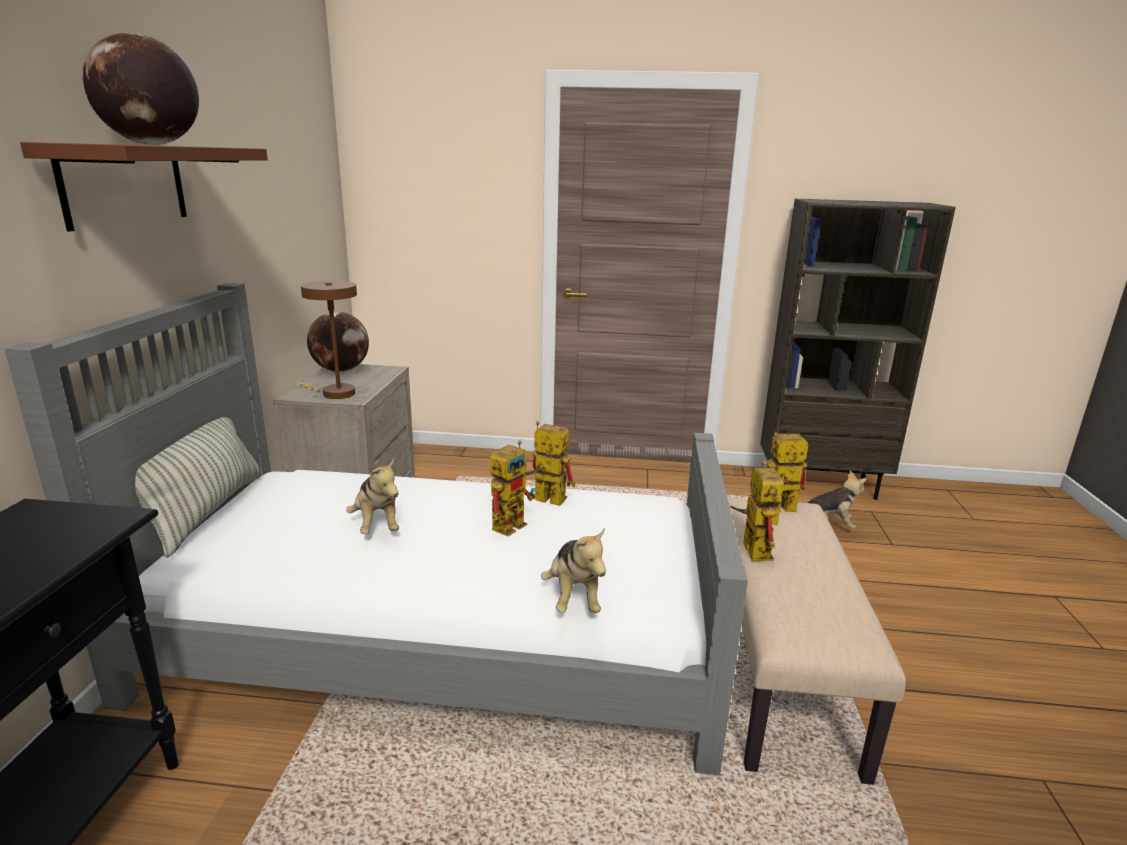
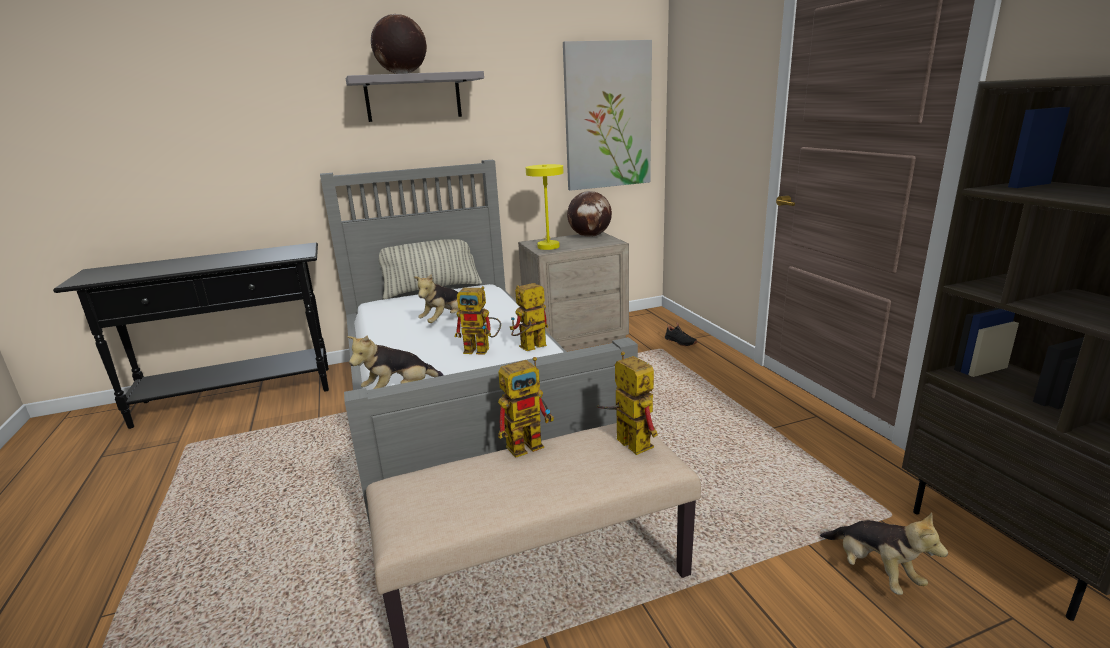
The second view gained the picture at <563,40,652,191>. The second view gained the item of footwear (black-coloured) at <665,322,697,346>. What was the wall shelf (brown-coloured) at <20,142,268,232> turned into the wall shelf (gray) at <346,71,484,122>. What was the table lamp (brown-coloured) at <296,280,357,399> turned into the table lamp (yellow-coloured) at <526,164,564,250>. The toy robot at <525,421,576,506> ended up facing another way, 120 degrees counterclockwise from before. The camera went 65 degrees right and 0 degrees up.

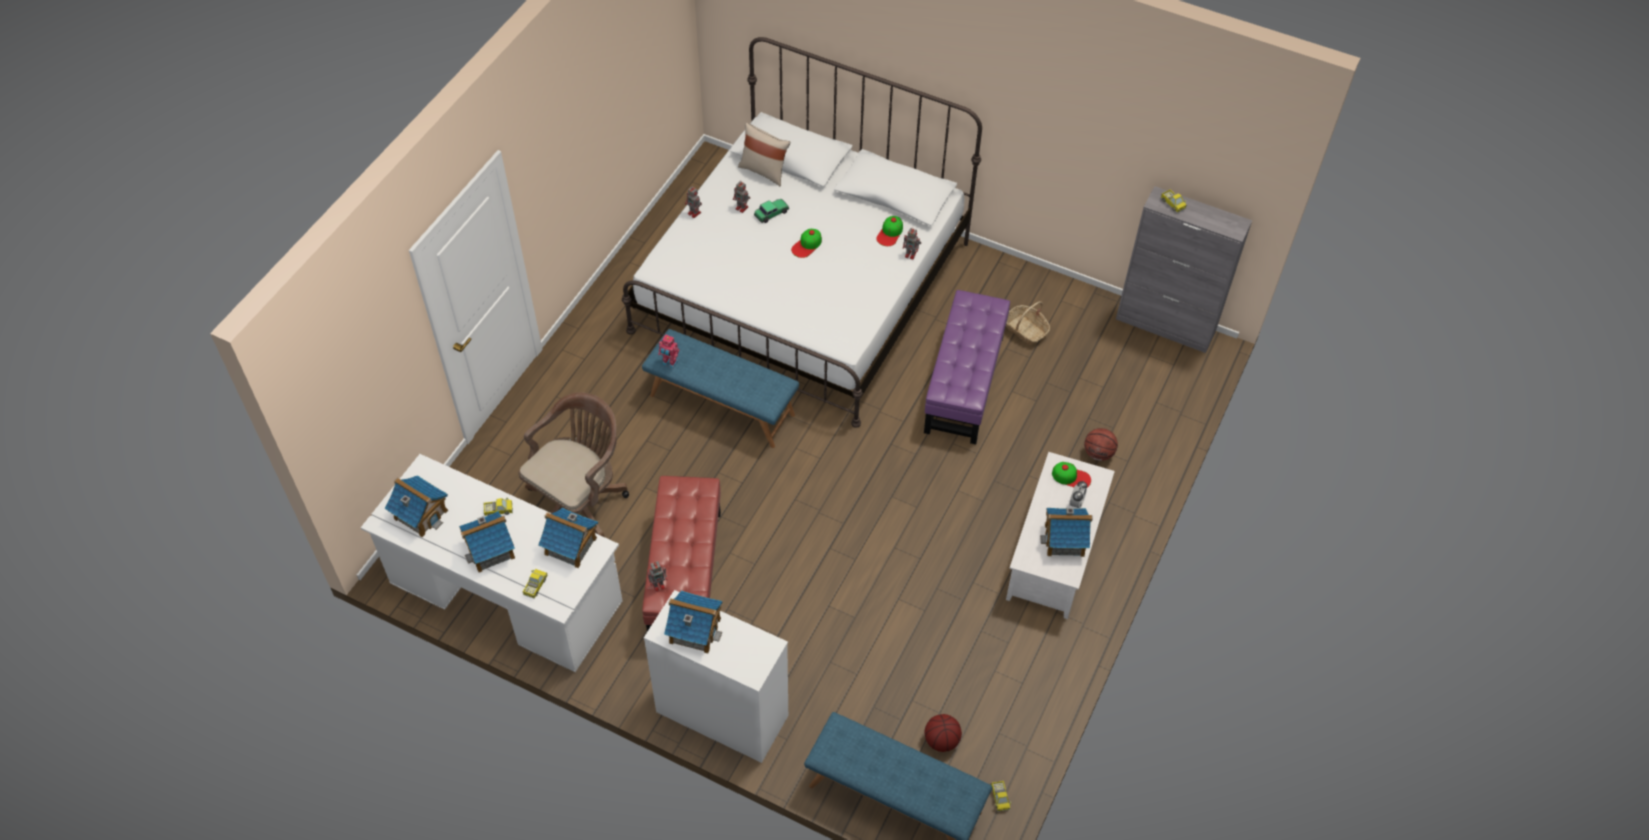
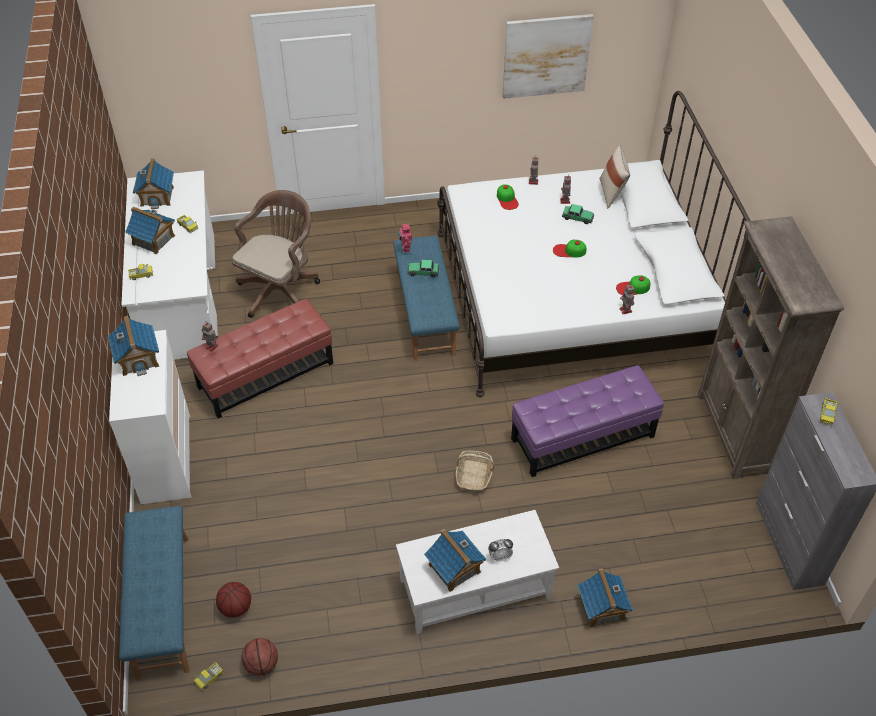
The second view gained the toy car at <408,260,439,277>. The second view gained the picture at <502,14,593,99>. The second view gained the bookshelf (brown-coloured) at <698,216,844,479>. The model house ended up elsewhere, having gone from <538,508,598,568> to <577,568,633,628>. The storage basket ended up elsewhere, having gone from <1006,301,1050,345> to <455,451,495,492>. The baseball cap ended up elsewhere, having gone from <1052,462,1091,488> to <497,184,519,210>. The ball for basketball ended up elsewhere, having gone from <1084,428,1118,461> to <242,638,278,676>. The desk chair (brown-coloured) at <518,392,629,537> ended up facing another way, 60 degrees counterclockwise from before. The camera went 55 degrees right and 5 degrees down.

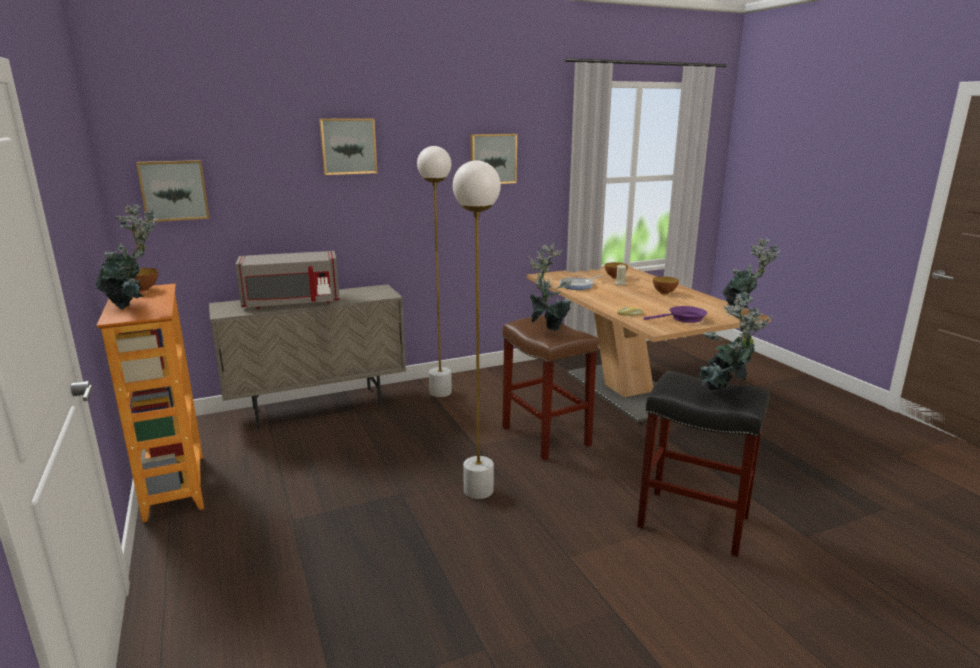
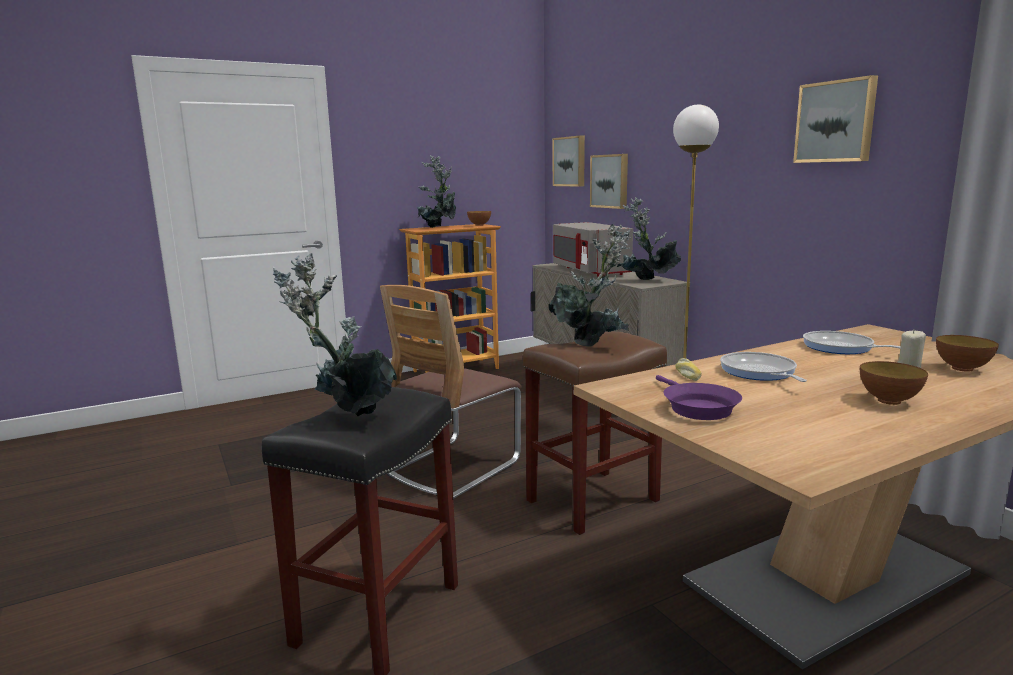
The second view gained the frying pan at <720,352,807,382>. The picture ended up elsewhere, having gone from <319,118,378,175> to <590,154,628,209>. The plant in a pot ended up elsewhere, having gone from <722,237,781,307> to <617,197,681,280>. Where the standard lamp (whitish) stood at <453,160,501,499>, the plain chair came to stand at <380,285,522,500>. The camera went 85 degrees right and 5 degrees down.

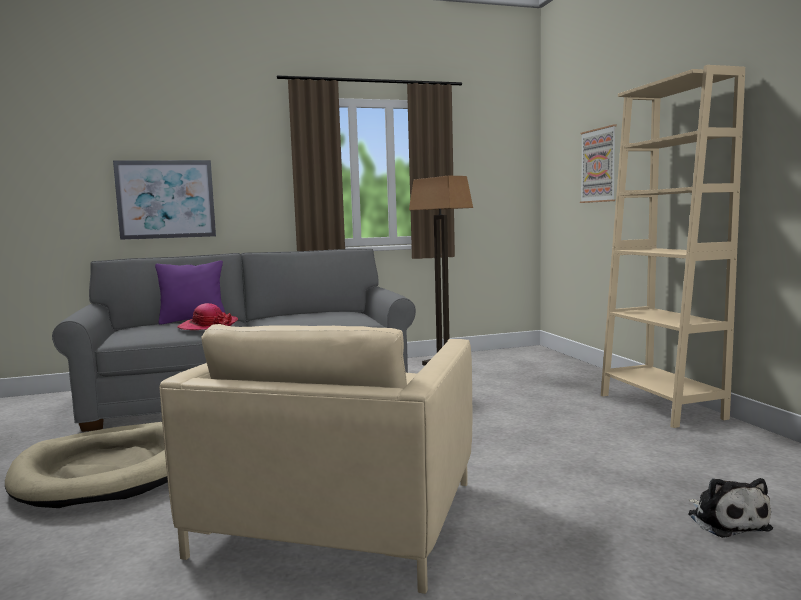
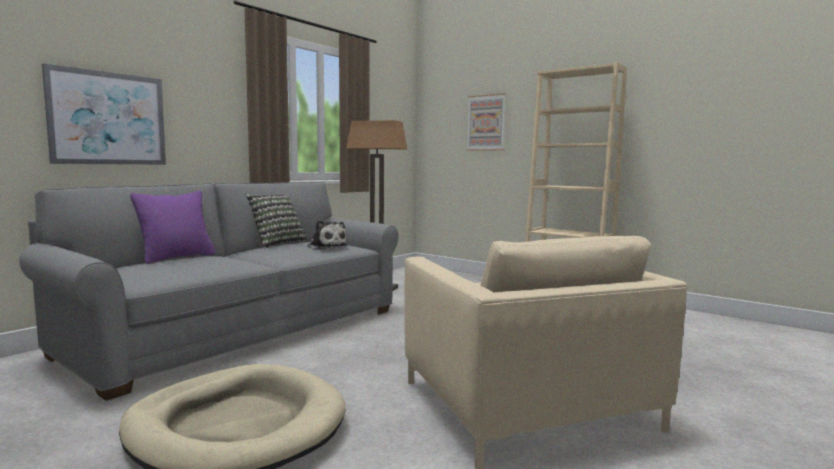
The second view lost the hat at <177,303,238,330>. The second view gained the throw pillow at <245,194,308,248>. The plush toy ended up elsewhere, having gone from <688,478,773,538> to <307,220,347,249>. The camera went 35 degrees left and 0 degrees up.

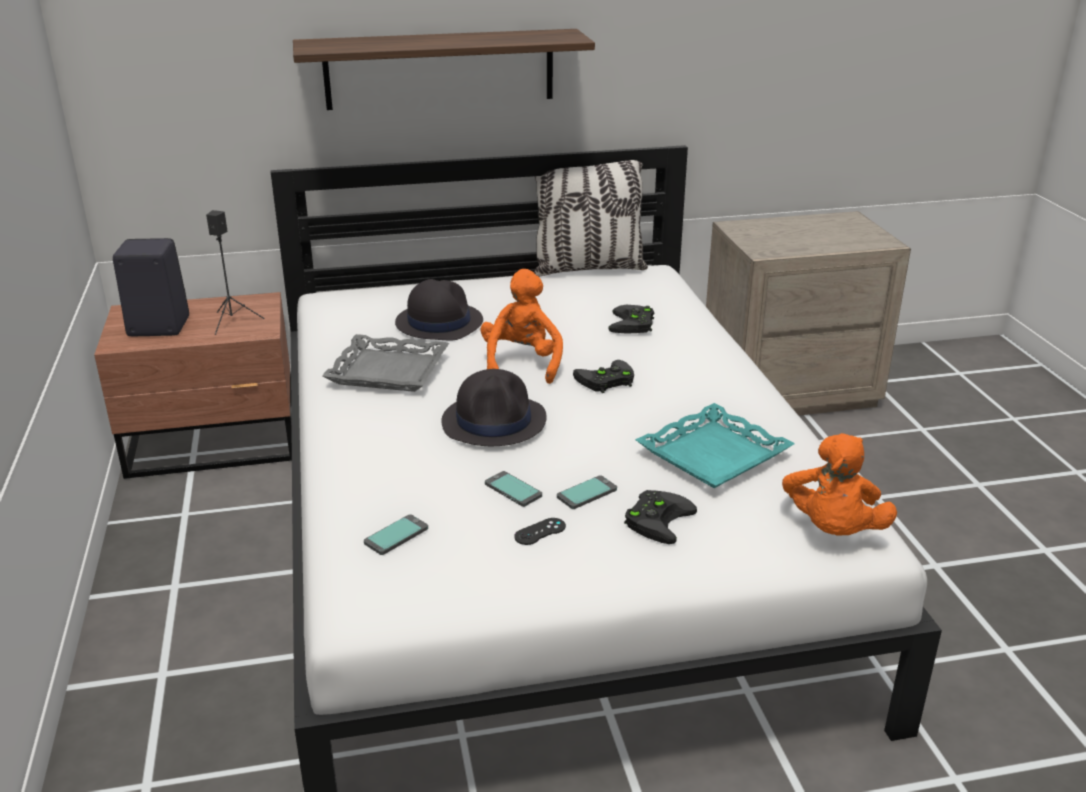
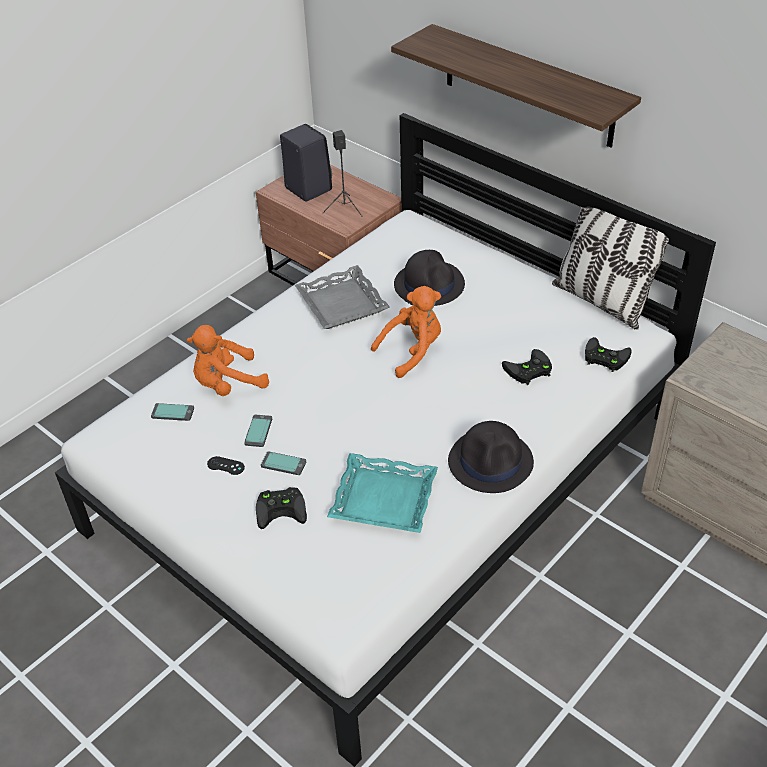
The hat (black-coloured) ended up elsewhere, having gone from <442,369,547,446> to <448,421,534,493>. The gamepad (black-coloured) ended up elsewhere, having gone from <573,360,634,393> to <585,337,632,372>. The plush toy (orange) ended up elsewhere, having gone from <782,433,897,536> to <187,325,269,396>. The camera went 55 degrees right and 15 degrees up.

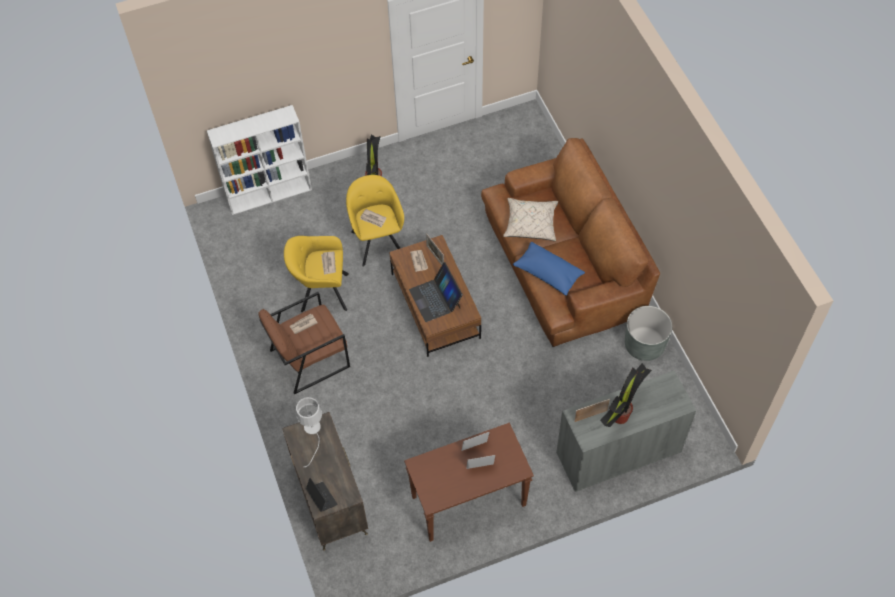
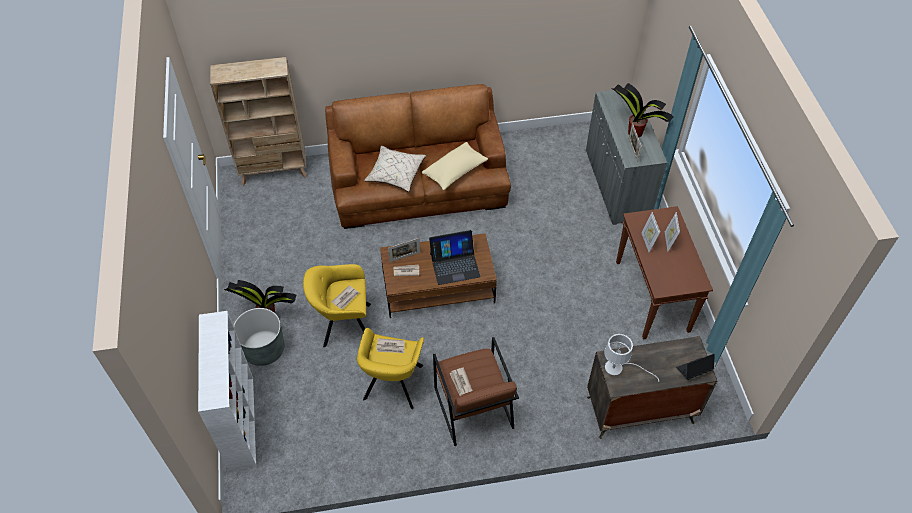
The second view gained the bookshelf (beige-coloured) at <210,57,307,185>. The planter (gray) ended up elsewhere, having gone from <625,306,672,361> to <233,308,284,366>. What was the throw pillow (blue-coloured) at <513,241,585,296> turned into the throw pillow (beige-coloured) at <422,142,488,190>. The camera went 80 degrees left and 5 degrees down.

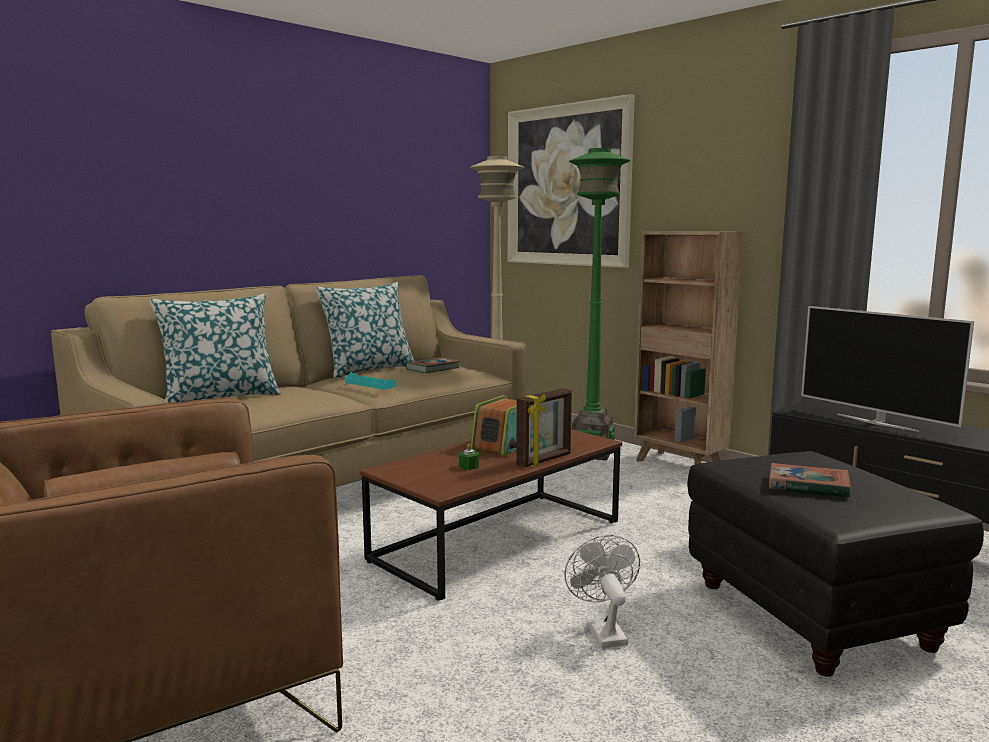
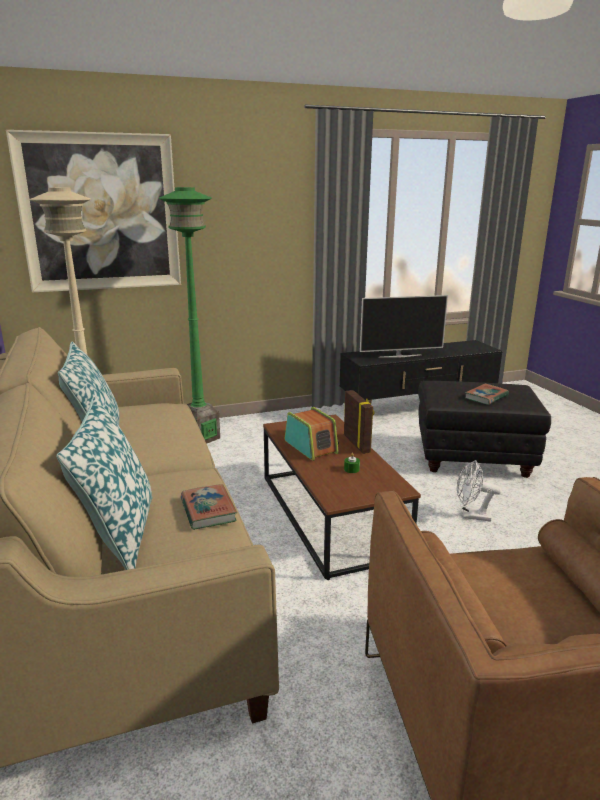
The second view lost the tray (turquoise) at <345,372,396,390>. The second view lost the bookshelf (brown-coloured) at <634,231,743,464>. The volume ended up elsewhere, having gone from <405,357,460,373> to <181,484,237,530>. The camera went 65 degrees left and 10 degrees up.

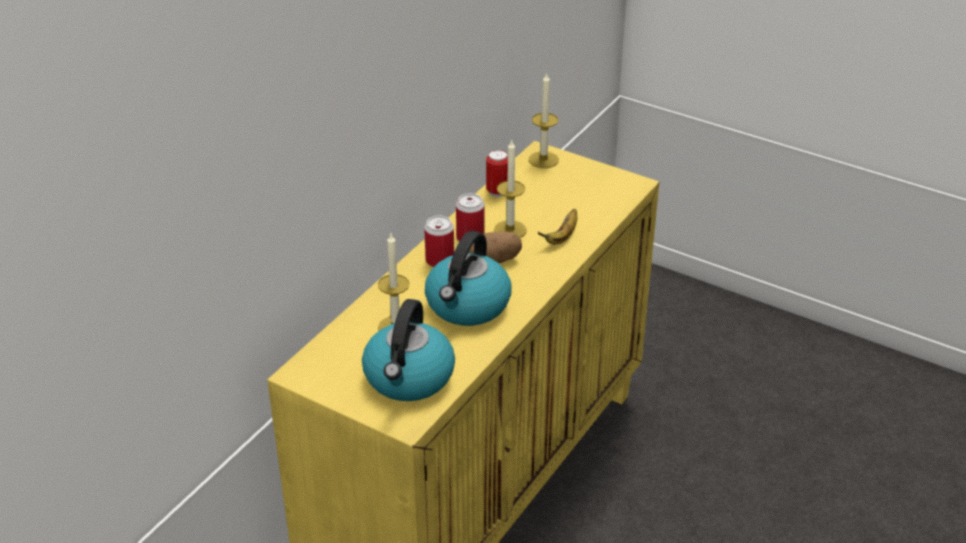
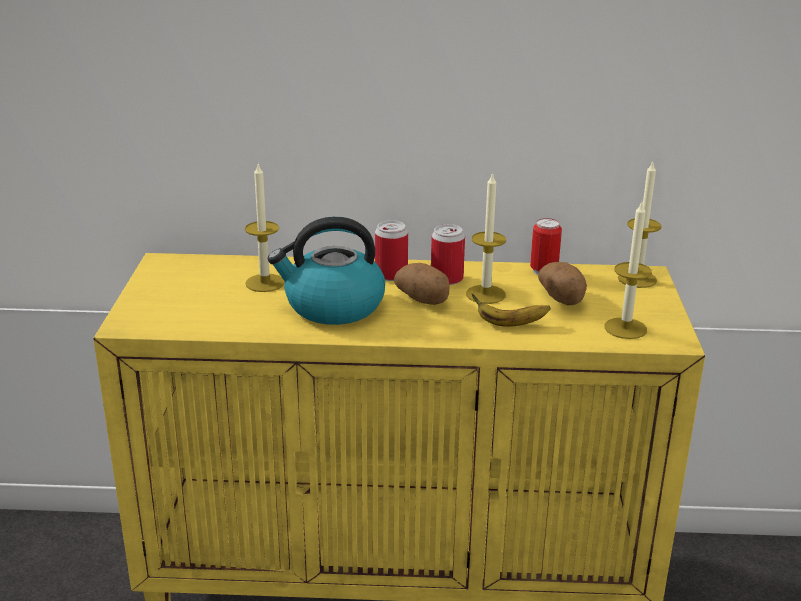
The second view lost the tea kettle at <362,299,455,401>. The second view gained the potato at <538,262,587,305>. The second view gained the candle at <604,202,652,339>. The camera went 60 degrees right and 10 degrees down.

